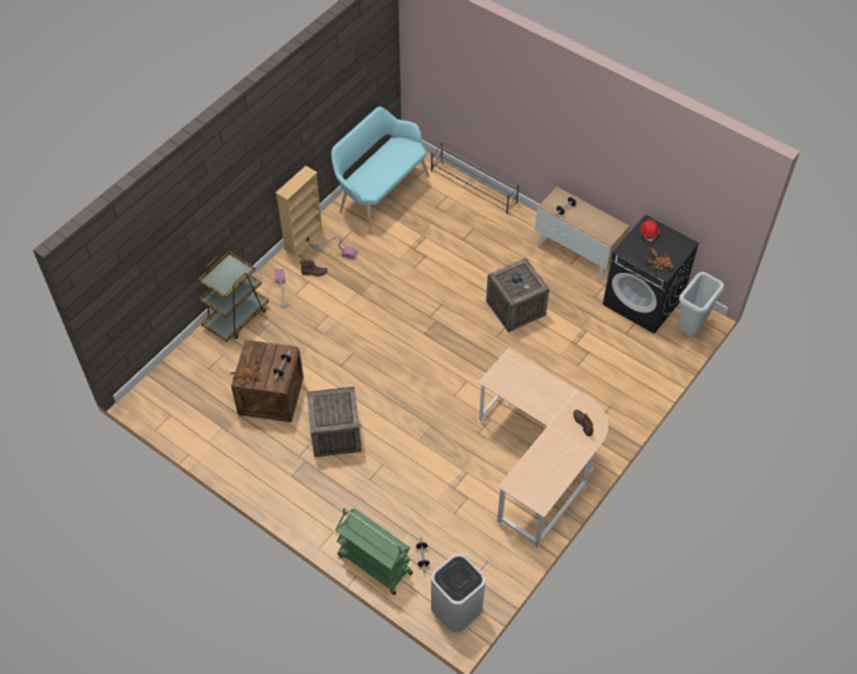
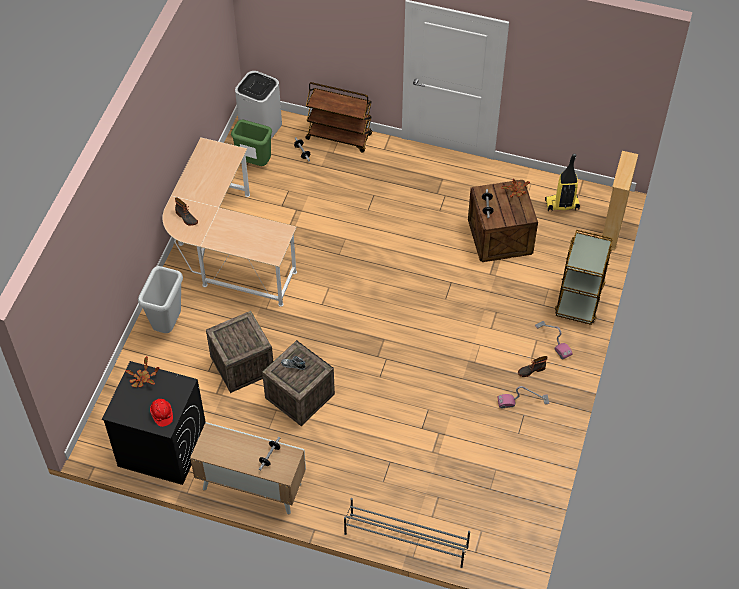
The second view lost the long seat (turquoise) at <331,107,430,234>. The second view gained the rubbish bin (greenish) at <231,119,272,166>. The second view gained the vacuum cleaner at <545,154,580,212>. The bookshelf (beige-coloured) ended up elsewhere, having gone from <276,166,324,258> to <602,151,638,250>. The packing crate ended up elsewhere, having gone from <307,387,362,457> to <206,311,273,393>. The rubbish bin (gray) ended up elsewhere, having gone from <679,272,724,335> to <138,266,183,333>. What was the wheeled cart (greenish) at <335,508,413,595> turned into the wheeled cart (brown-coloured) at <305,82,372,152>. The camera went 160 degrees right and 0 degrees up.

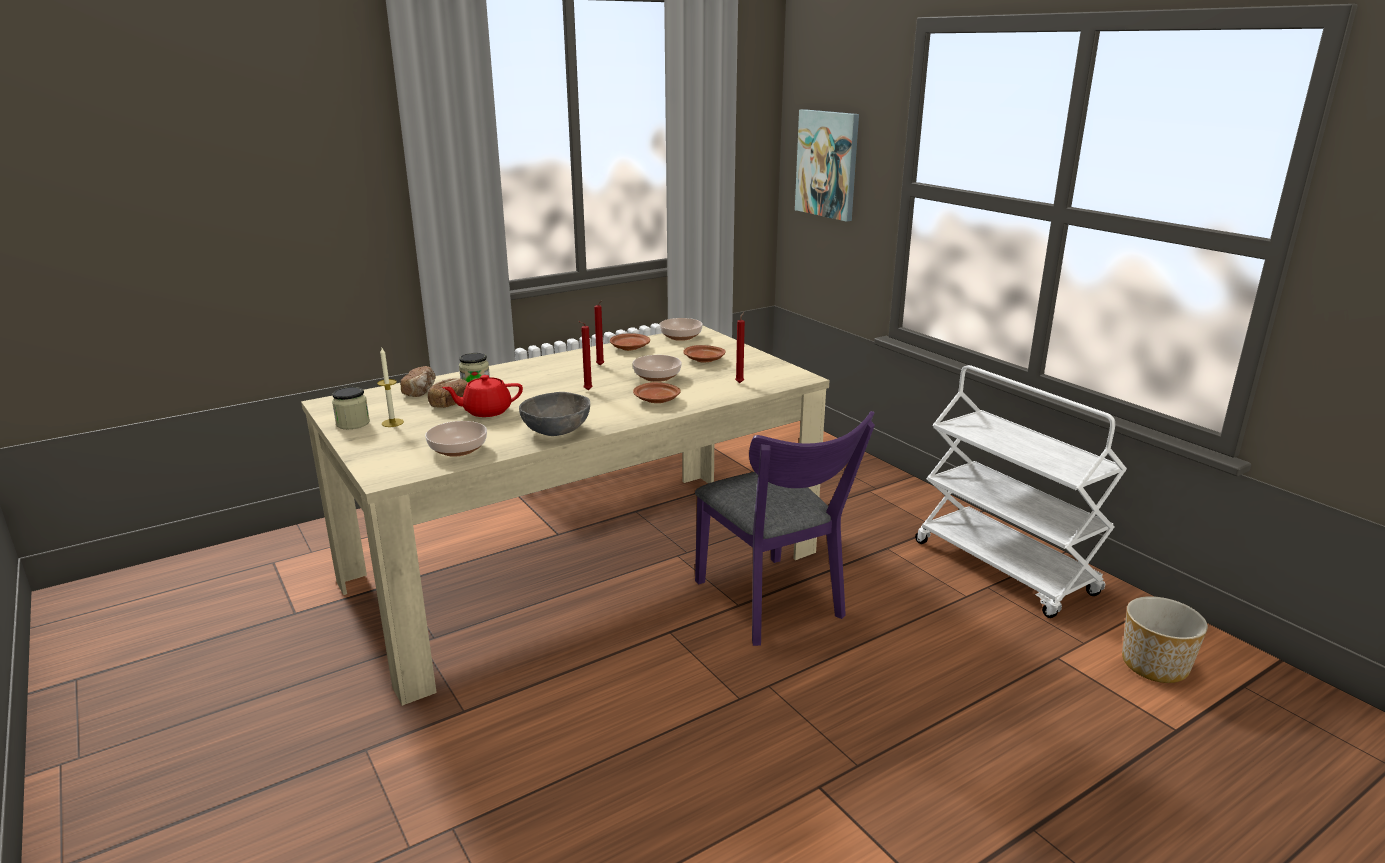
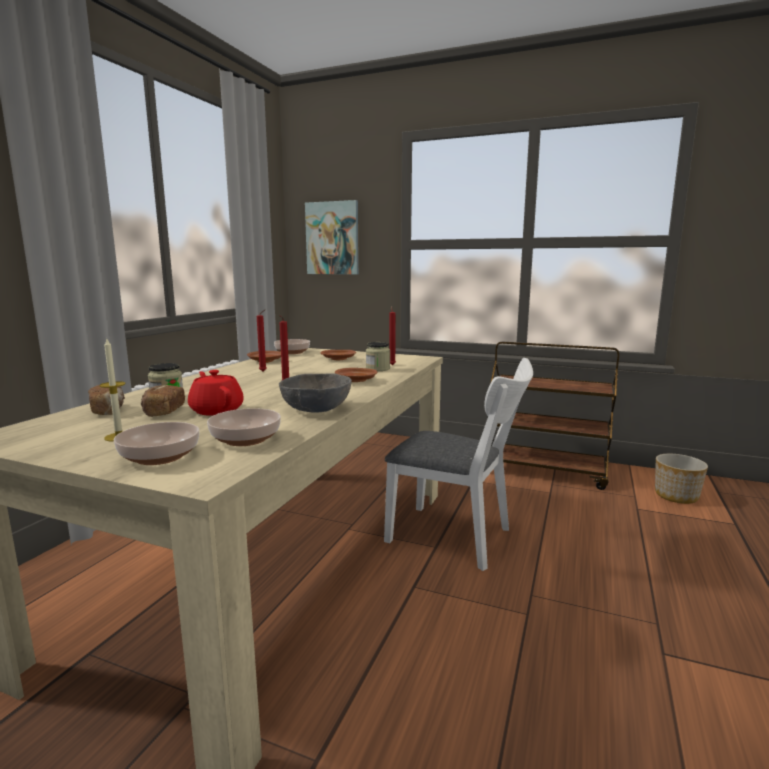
The jar ended up elsewhere, having gone from <332,387,370,429> to <366,342,390,371>. The serving bowl ended up elsewhere, having gone from <632,355,682,382> to <114,422,199,465>. What was the plain chair (purplish) at <695,411,875,646> turned into the plain chair (whitish) at <384,358,533,571>. What was the wheeled cart (whitish) at <915,365,1127,618> turned into the wheeled cart (brown-coloured) at <491,342,619,490>. The tea pot (red) at <442,375,523,417> ended up facing another way, 105 degrees clockwise from before. The camera went 35 degrees left and 10 degrees down.

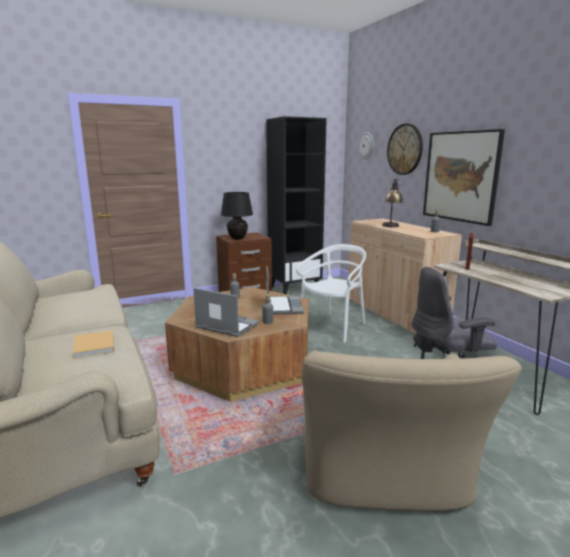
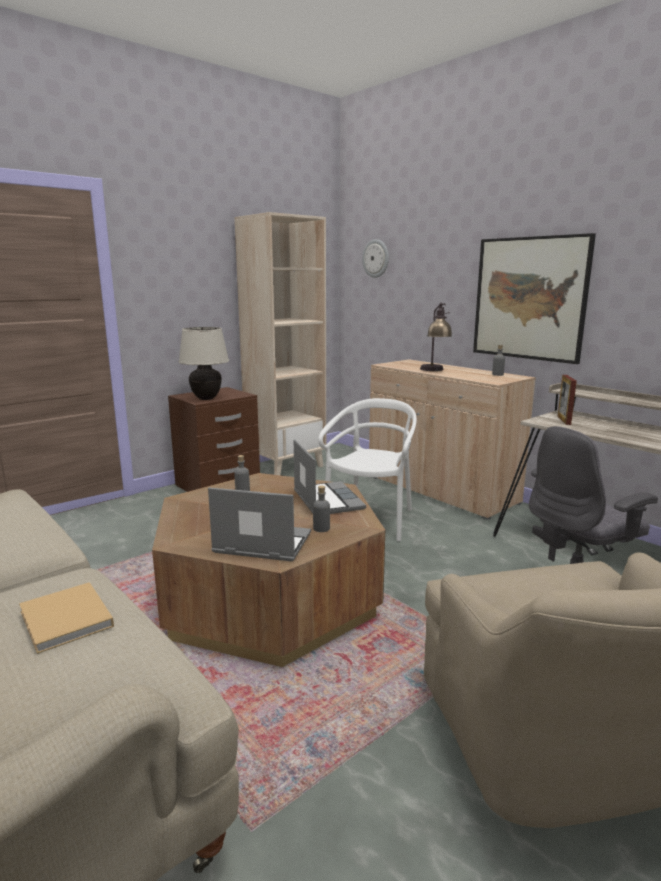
The second view lost the wall clock at <387,124,423,175>. What was the table lamp (black-coloured) at <221,192,253,240> turned into the table lamp (beige-coloured) at <178,327,229,400>. What was the bookshelf (black-coloured) at <266,116,327,294> turned into the bookshelf (beige-coloured) at <234,212,326,475>. The camera went 15 degrees left and 0 degrees up.

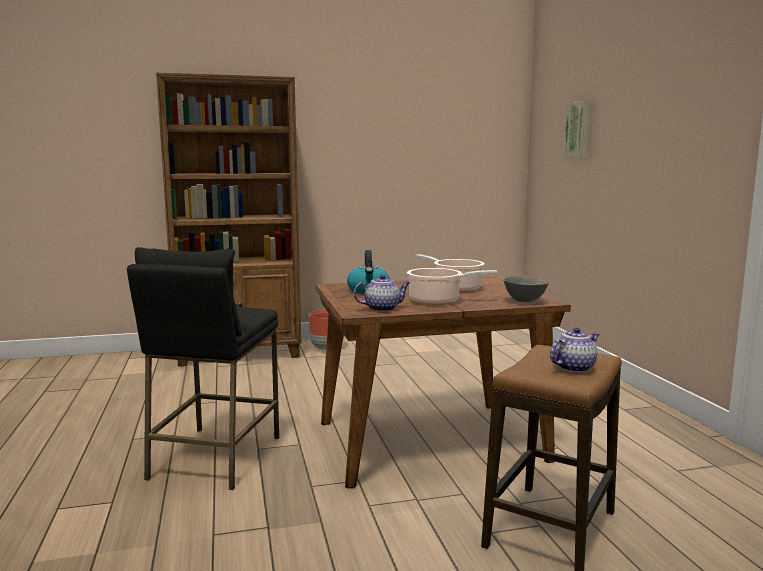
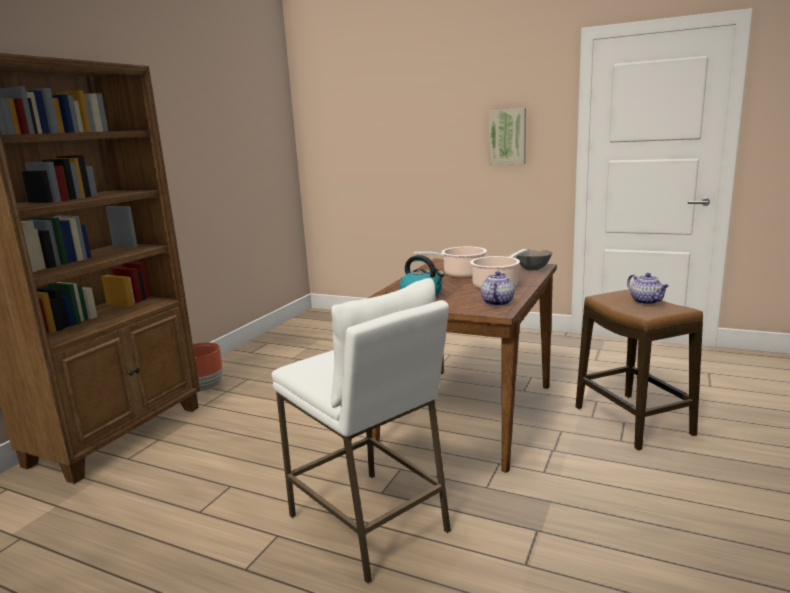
The picture ended up elsewhere, having gone from <563,101,591,159> to <489,108,526,165>. What was the sitting stool (black-coloured) at <127,247,279,490> turned into the sitting stool (whitish) at <272,278,451,583>. The tea pot at <550,327,599,372> ended up facing another way, 150 degrees clockwise from before. The camera went 50 degrees left and 5 degrees up.

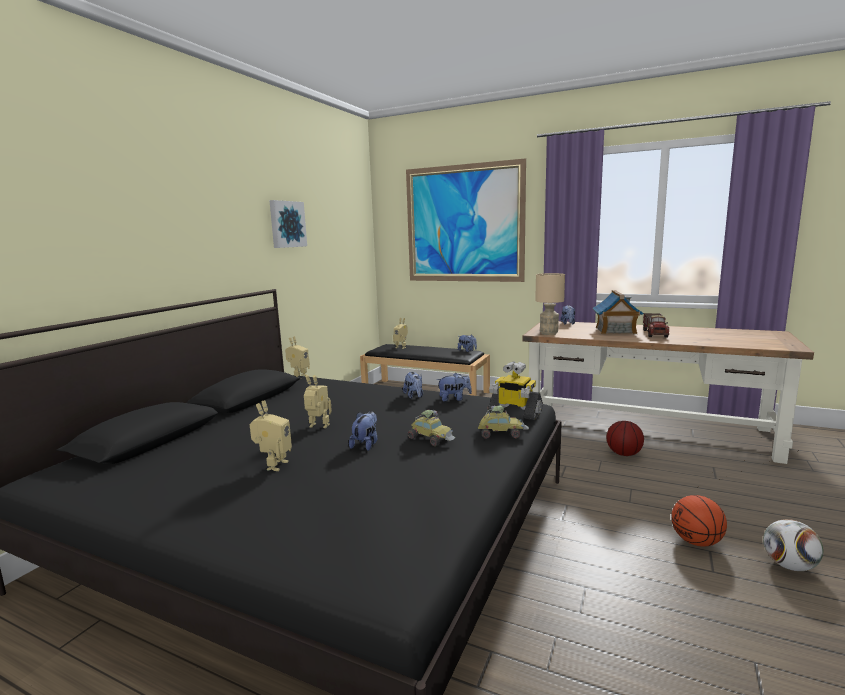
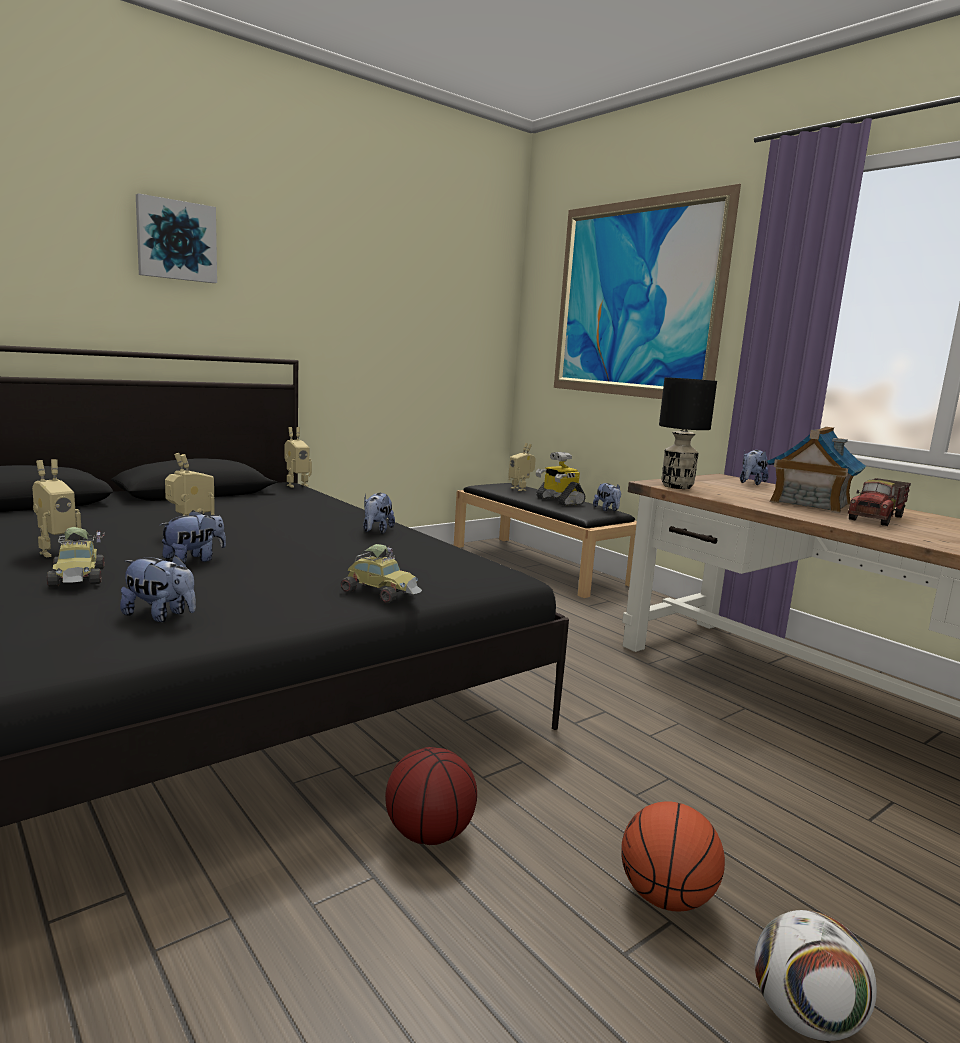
The picture ended up elsewhere, having gone from <269,200,307,248> to <136,193,217,283>. The toy car ended up elsewhere, having gone from <408,409,455,446> to <47,527,105,587>. The plush toy ended up elsewhere, having gone from <437,373,472,402> to <120,555,196,622>. The toy robot ended up elsewhere, having gone from <489,361,543,420> to <536,452,585,506>. The ball for basketball ended up elsewhere, having gone from <607,421,644,456> to <385,747,477,845>. What was the table lamp (beige-coloured) at <535,273,565,335> turned into the table lamp (black-coloured) at <659,377,717,489>. The camera went 25 degrees right and 0 degrees up.

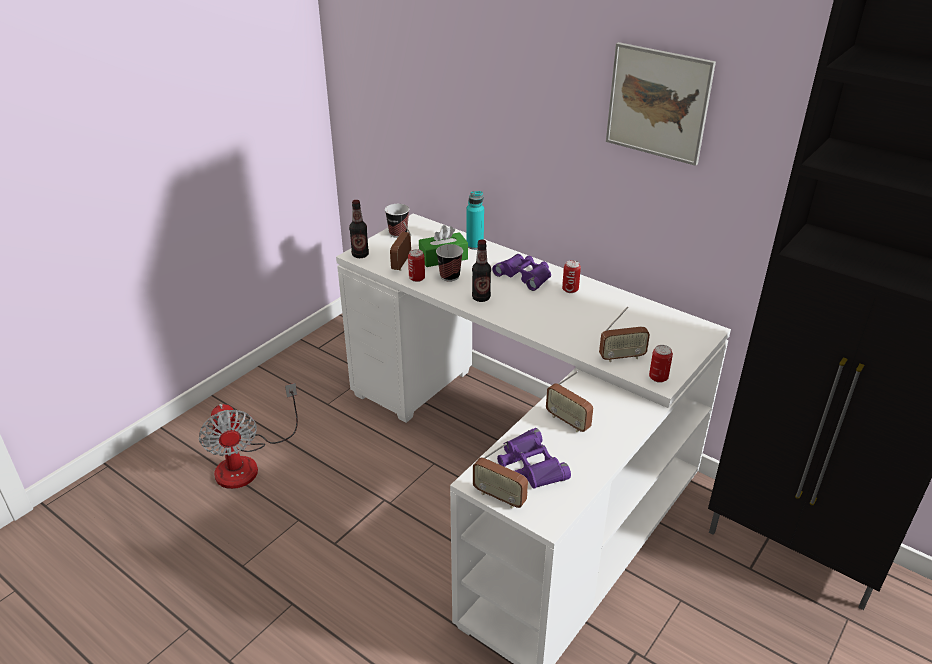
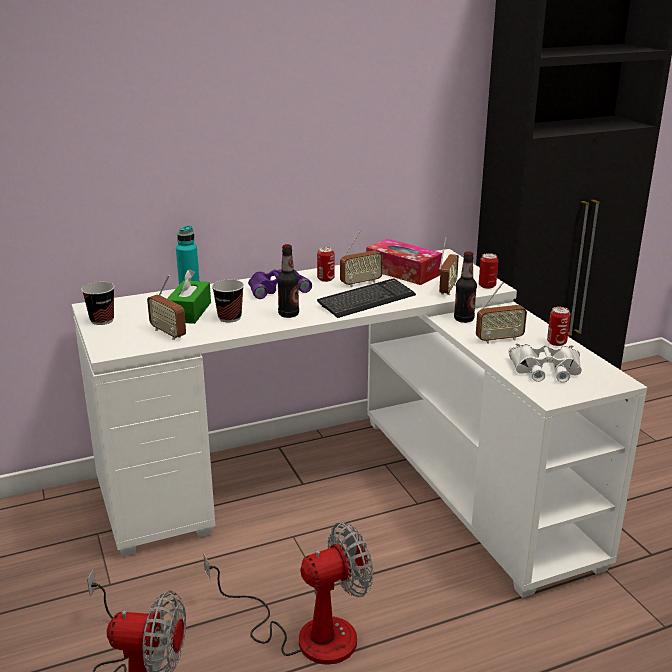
The second view lost the picture at <606,42,716,166>. The second view gained the cooling fan at <204,522,373,665>. The second view gained the keyboard at <317,279,416,318>. The second view gained the tissue box at <366,239,442,285>. The drink bottle ended up elsewhere, having gone from <349,200,369,258> to <454,251,477,323>. The metal can ended up elsewhere, having gone from <408,249,425,282> to <547,307,571,346>. The radio receiver ended up elsewhere, having gone from <473,443,528,509> to <340,231,383,287>. What was the field glasses (purplish) at <497,428,571,489> turned into the field glasses (whitish) at <508,344,582,383>. The camera went 60 degrees left and 10 degrees down.

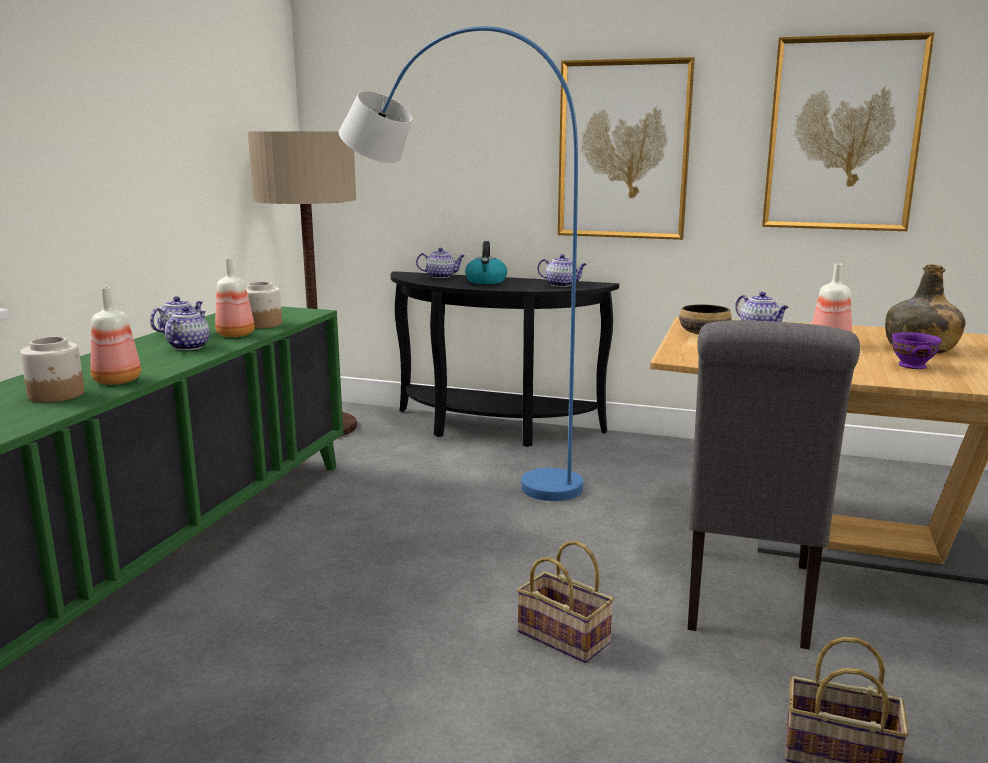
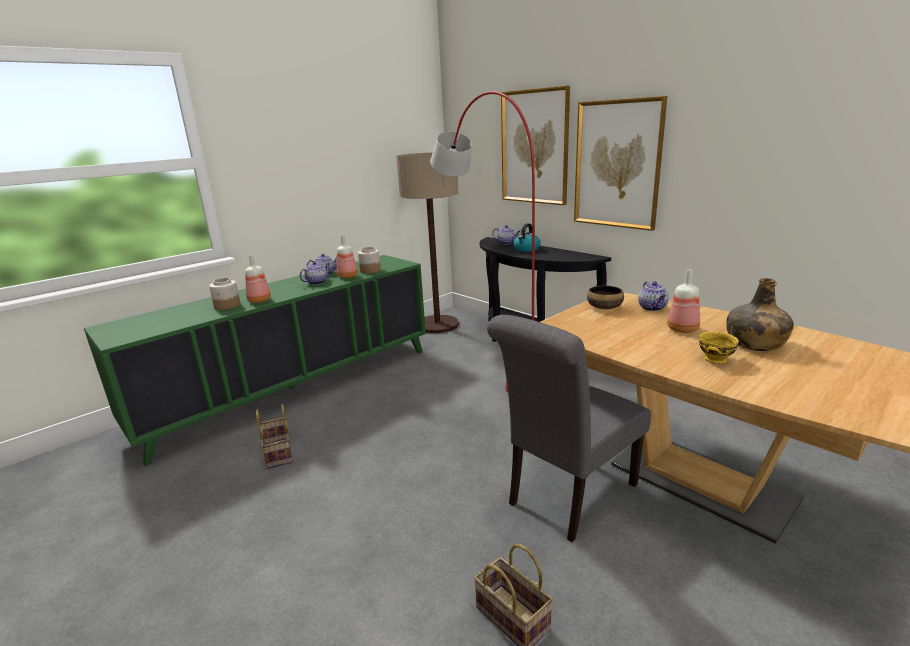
The second view lost the tea pot at <537,254,587,287>. The storage basket ended up elsewhere, having gone from <517,541,614,663> to <256,404,293,469>. The picture ended up elsewhere, having gone from <762,32,935,231> to <501,86,570,205>. What was the standard lamp (blue-coloured) at <339,26,583,501> turned into the standard lamp (red) at <430,91,535,393>. What was the serving bowl (purplish) at <892,332,942,369> turned into the serving bowl (yellow-coloured) at <699,332,739,364>. The camera went 30 degrees right and 5 degrees up.

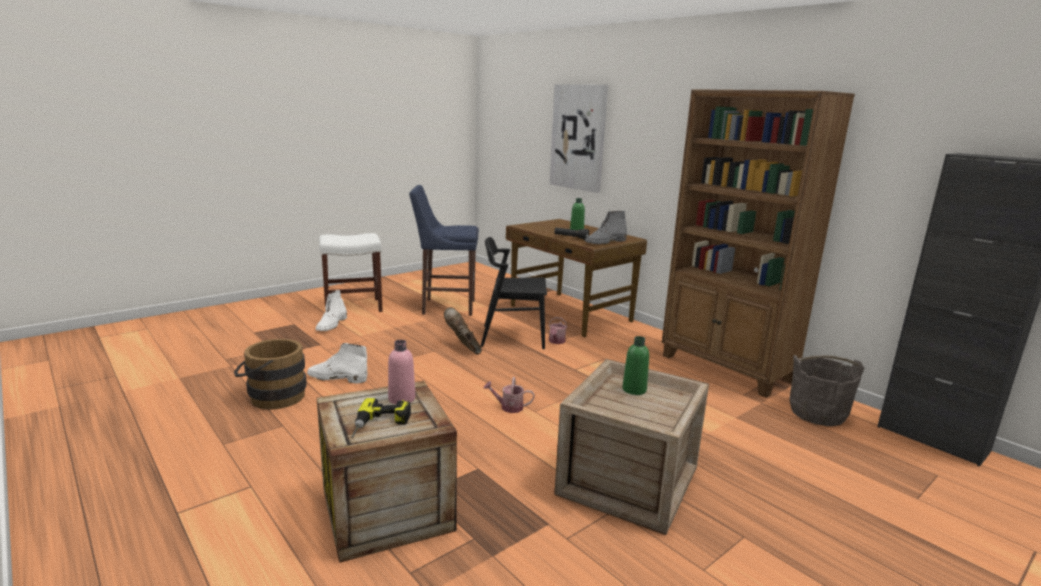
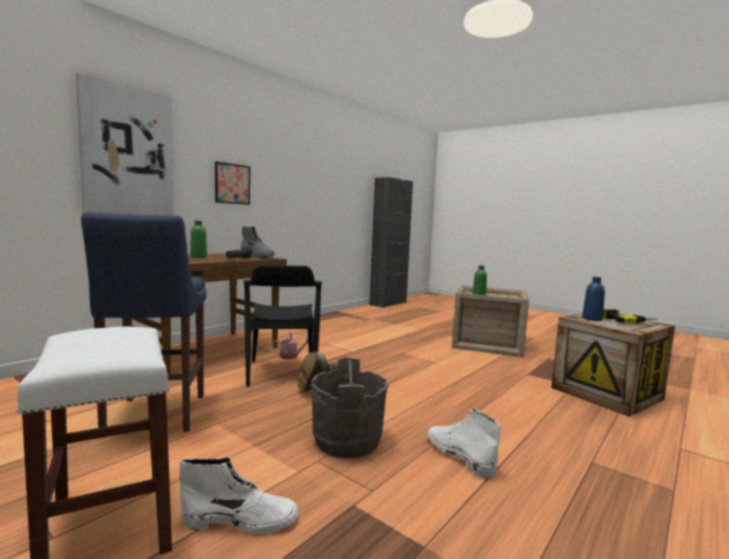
The second view lost the bucket (brown-coloured) at <234,339,307,409>. The second view lost the watering pot at <483,377,535,413>. The second view lost the bookshelf (brown-coloured) at <662,89,855,398>. The second view gained the picture at <215,161,250,205>. The bucket (gray) ended up elsewhere, having gone from <789,355,864,426> to <311,358,388,458>. What was the drink bottle (pink-coloured) at <388,340,415,404> turned into the drink bottle (blue-coloured) at <582,277,605,321>. The high-top boot (whitish) at <307,343,368,383> ended up facing another way, 150 degrees clockwise from before. The camera went 100 degrees left and 10 degrees down.

